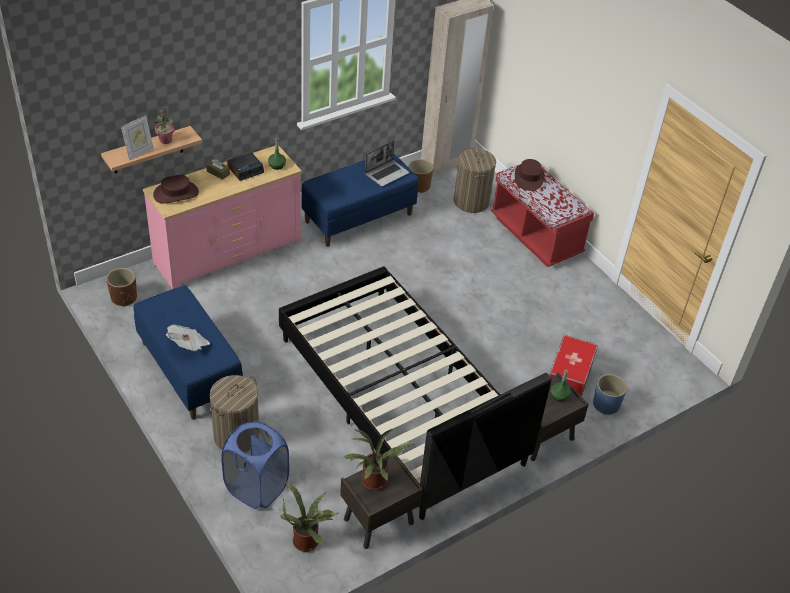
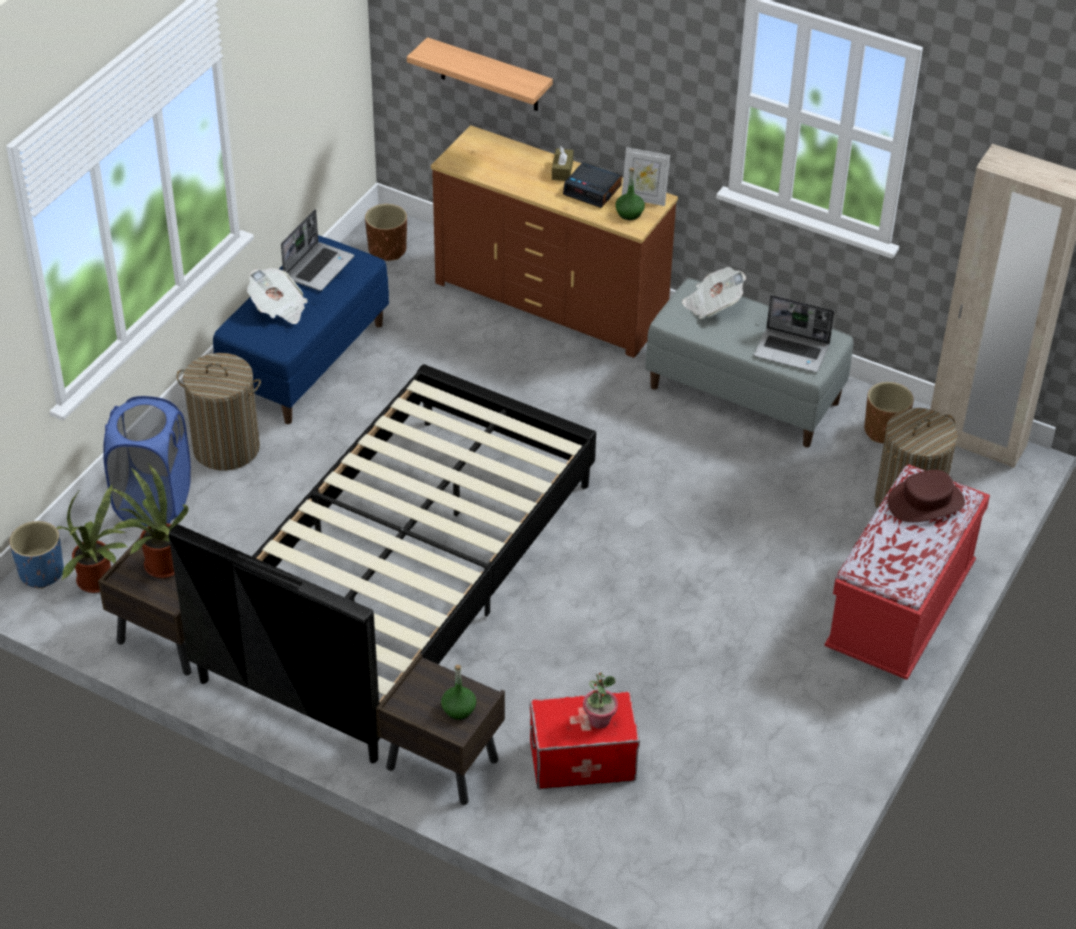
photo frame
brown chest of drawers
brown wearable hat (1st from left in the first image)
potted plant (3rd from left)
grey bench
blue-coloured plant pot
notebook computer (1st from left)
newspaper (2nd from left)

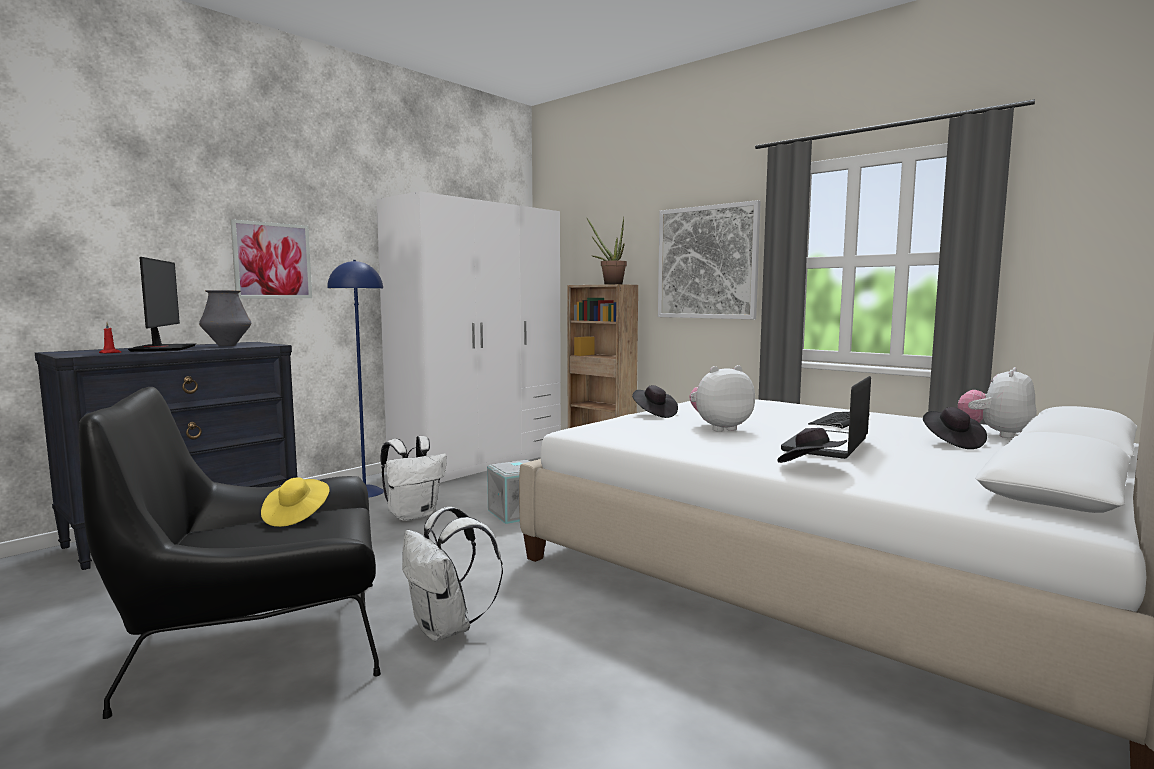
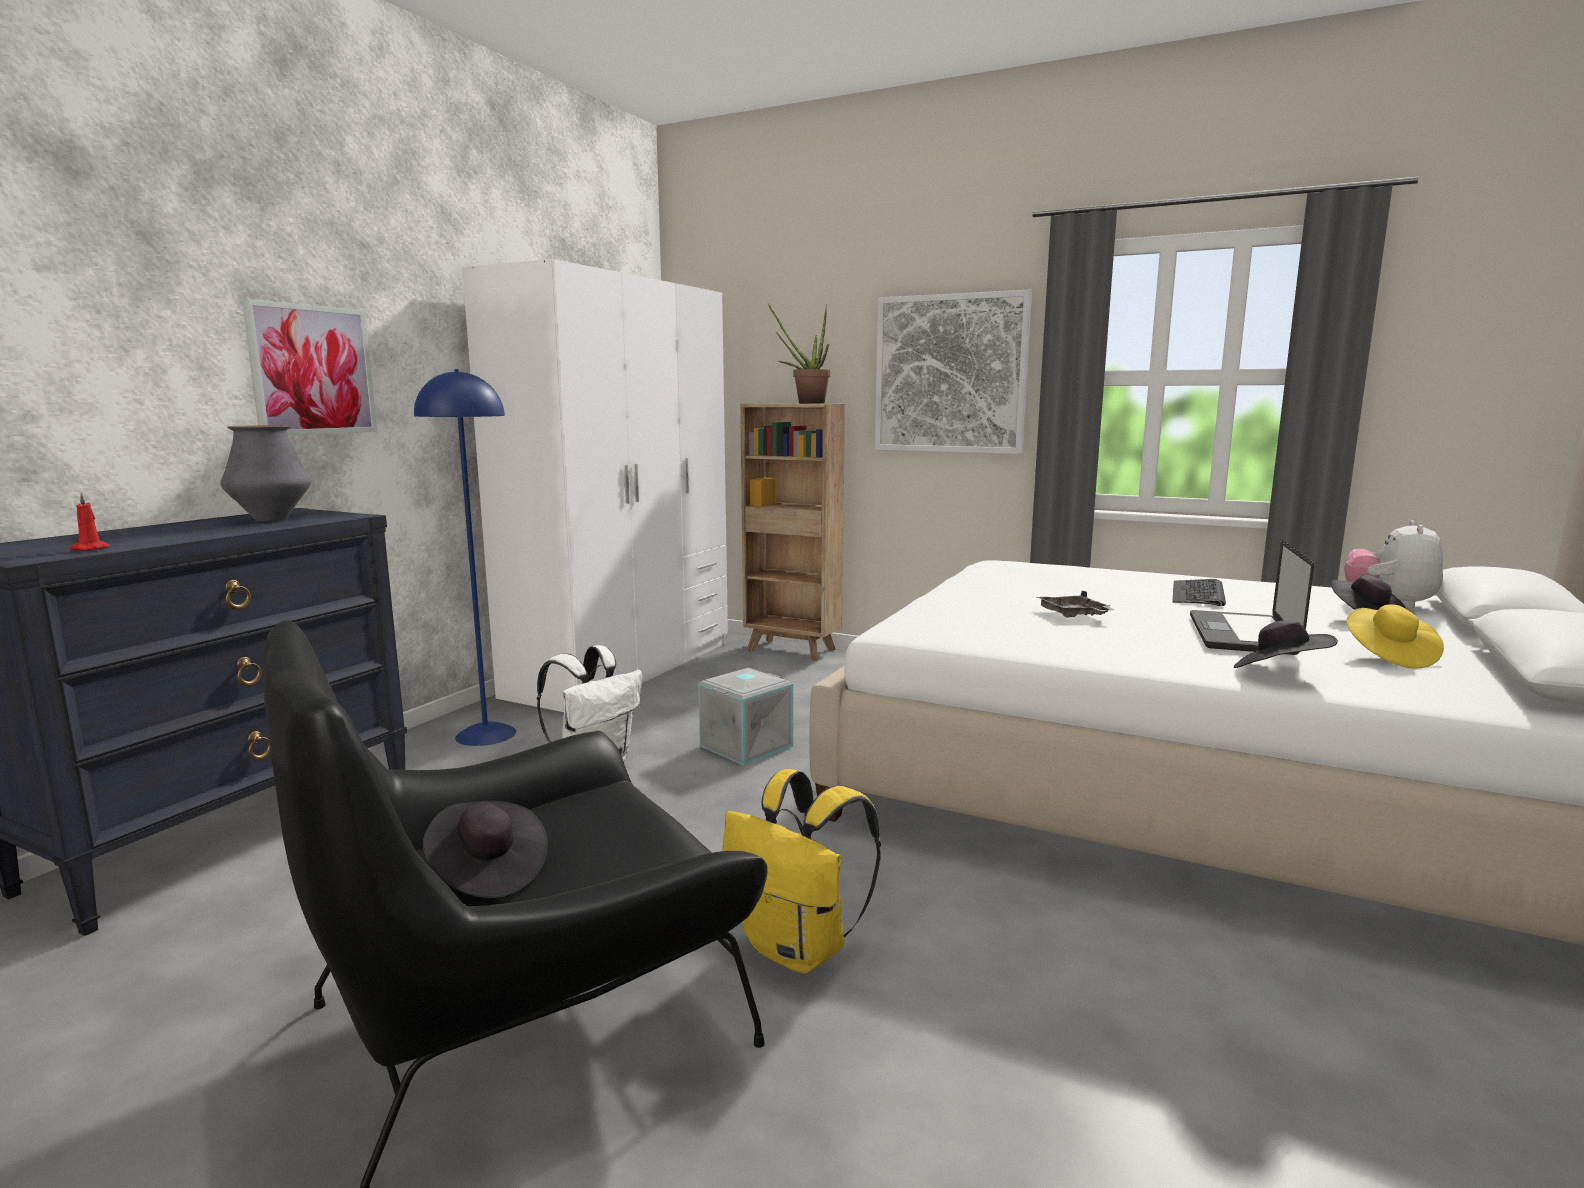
computer screen
yellowish wearable hat
yellowish rucksack
black-coloured wearable hat (1st from left)
grey tray

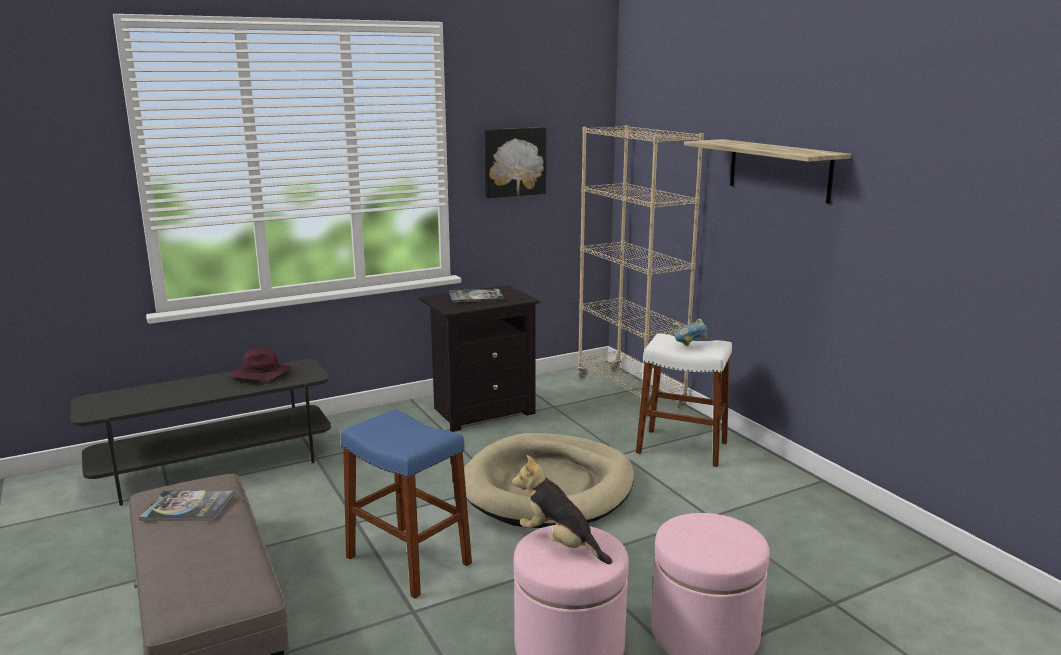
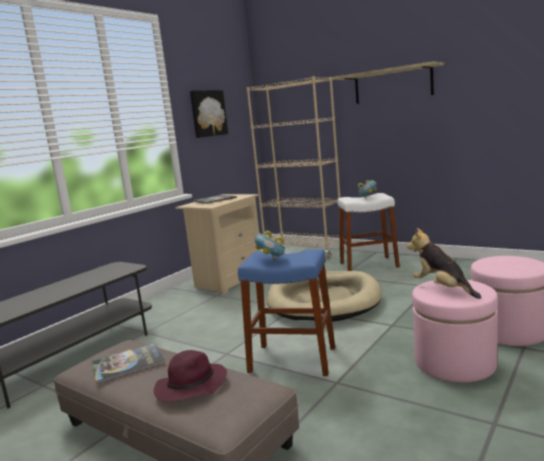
purplish wearable hat
sand-coloured night table
plush toy
deep dish (1st from left)

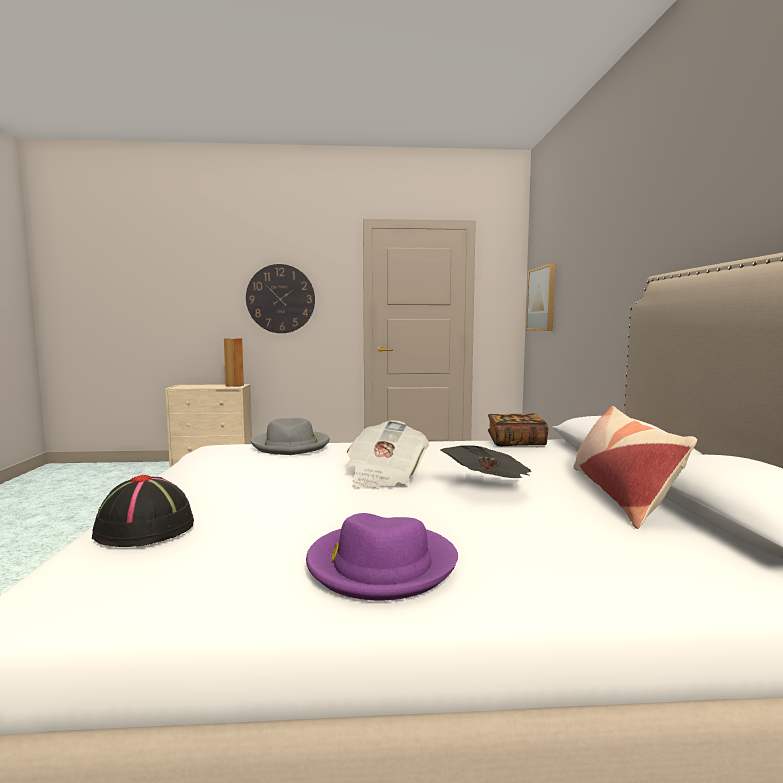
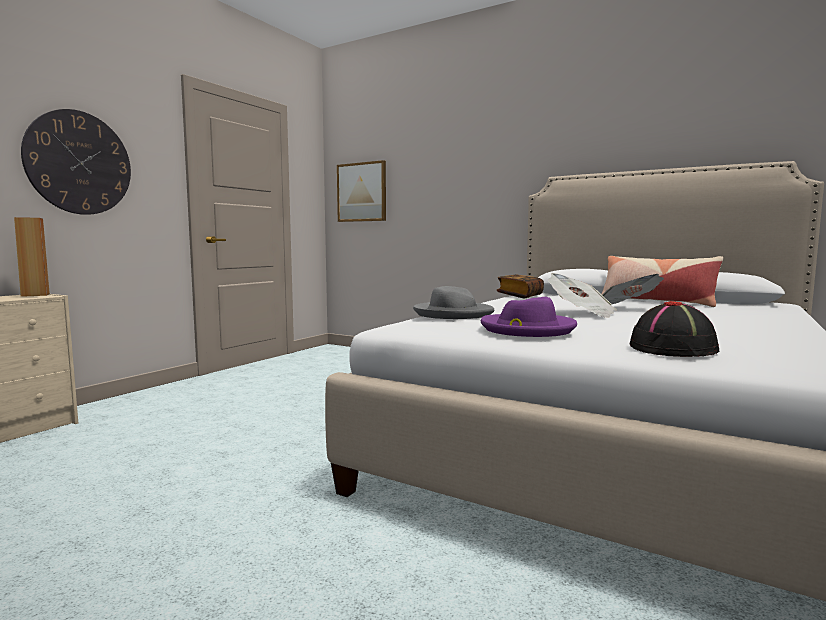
purplish wearable hat

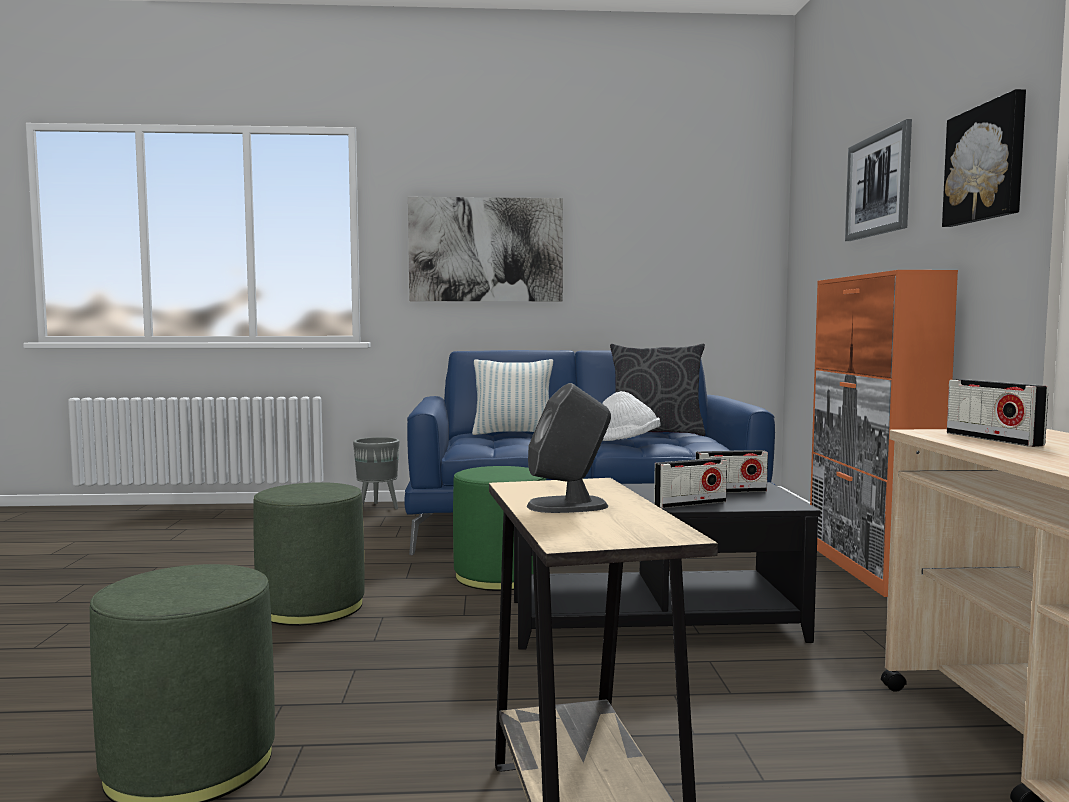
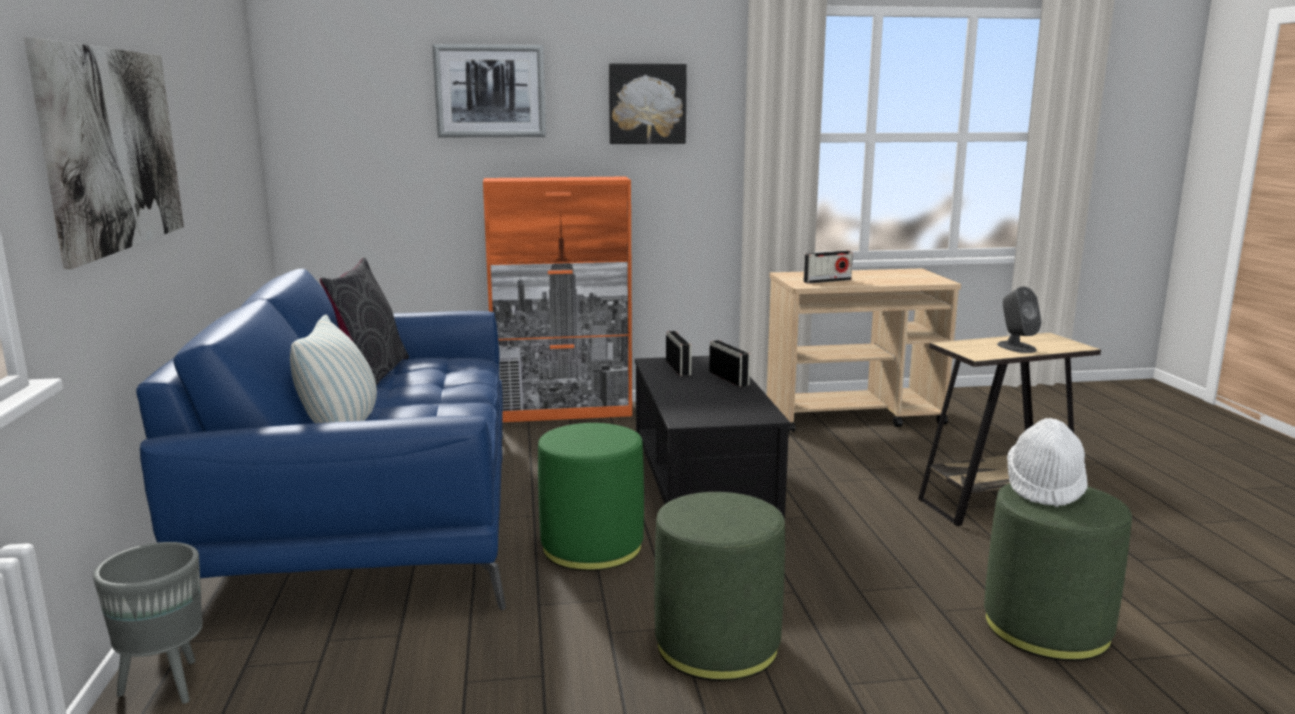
whitish wearable hat

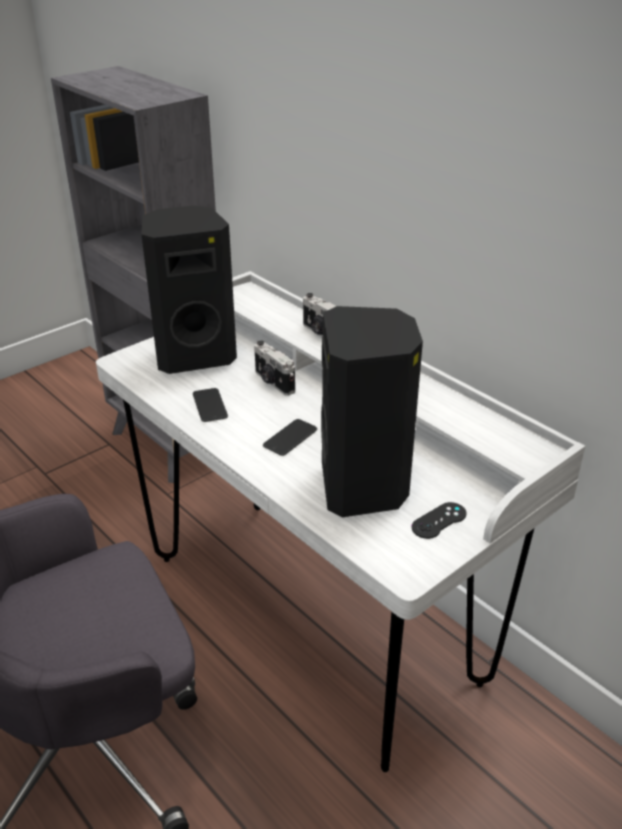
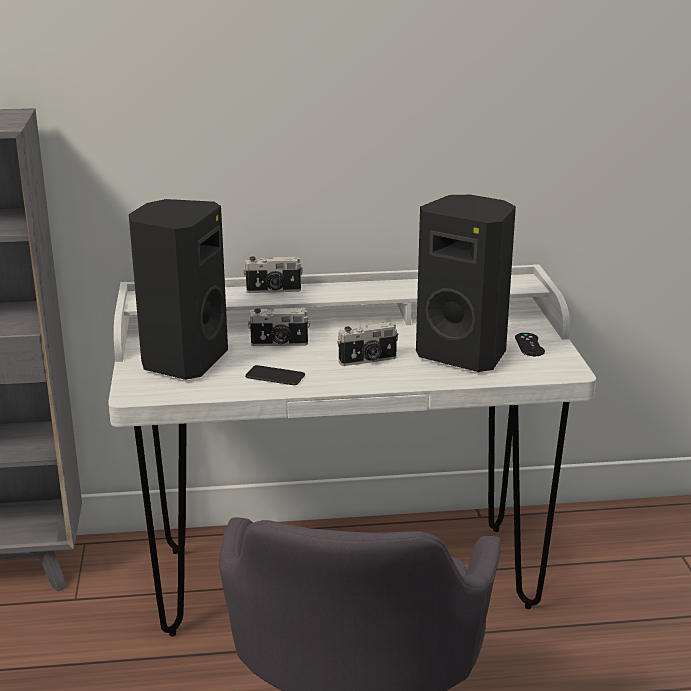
still camera (3rd from left)

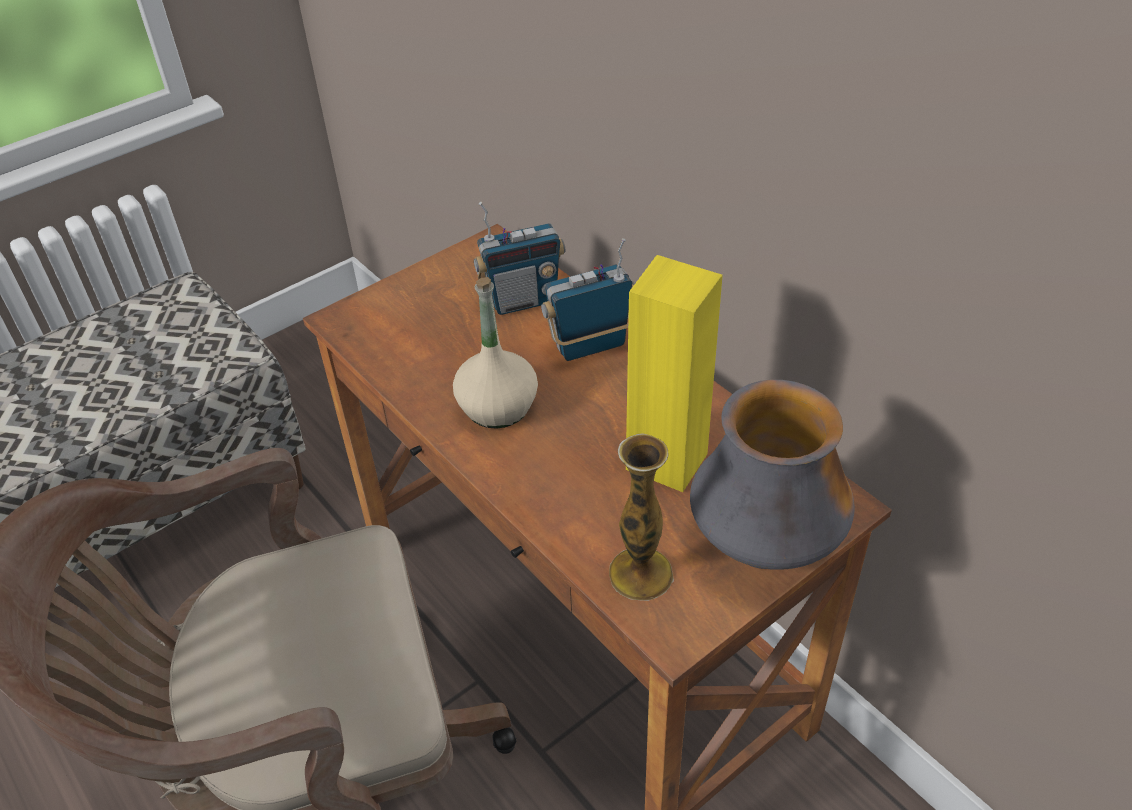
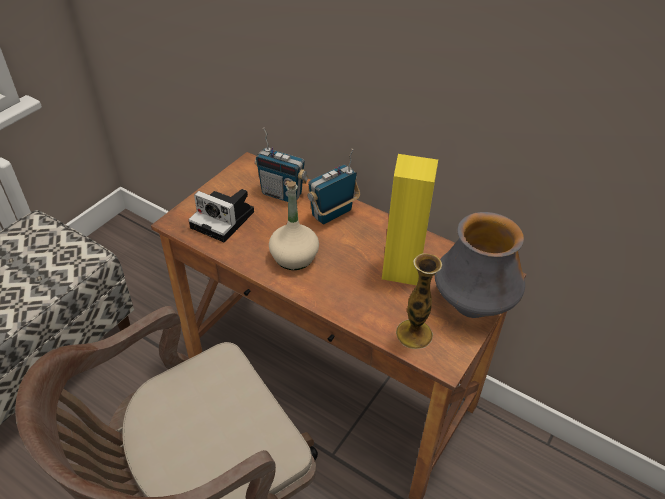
radio set (1st from left)
still camera

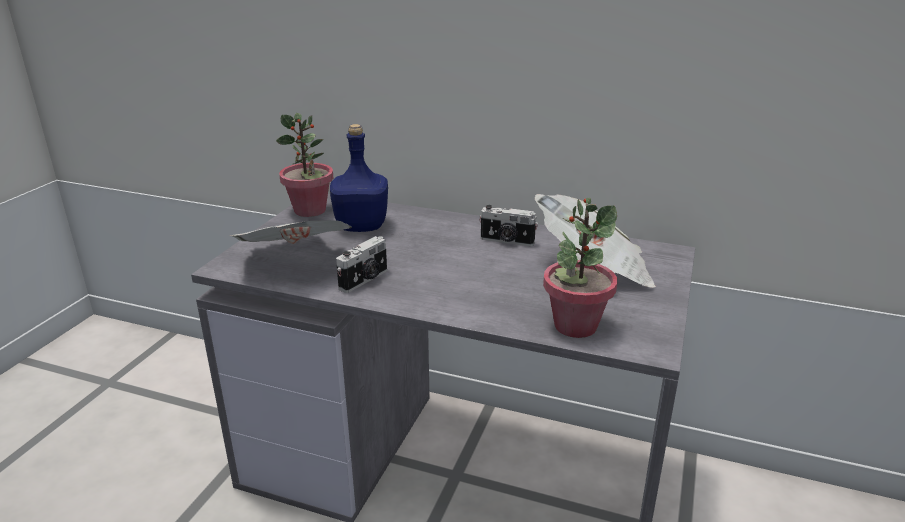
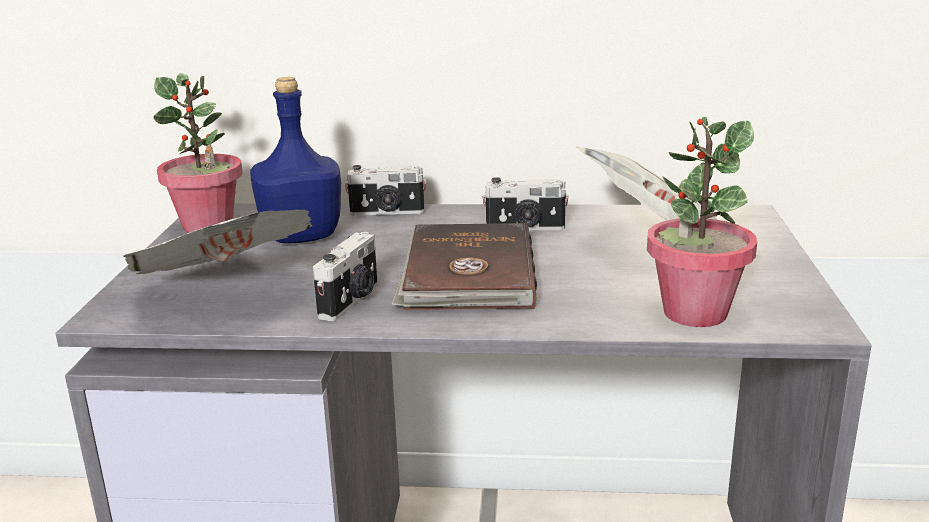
still camera (2nd from left)
brown volume

